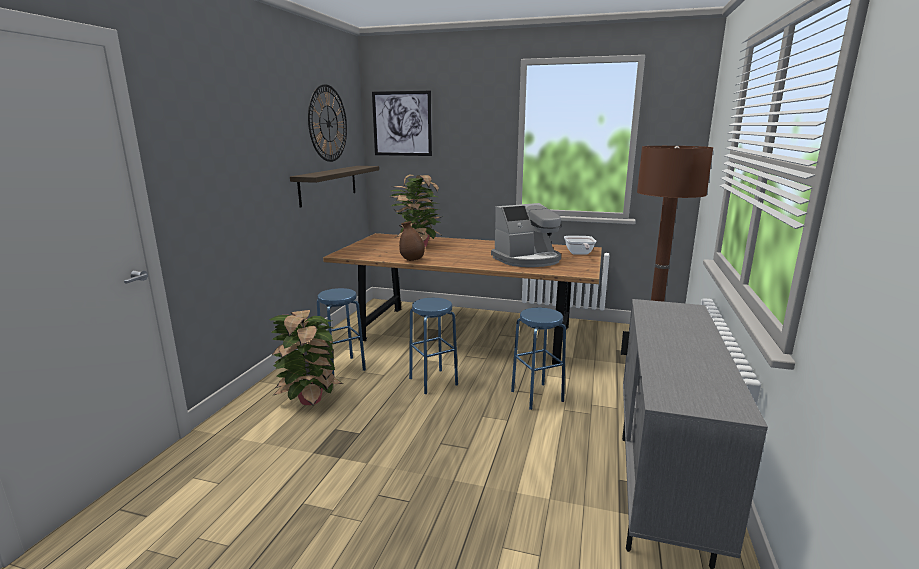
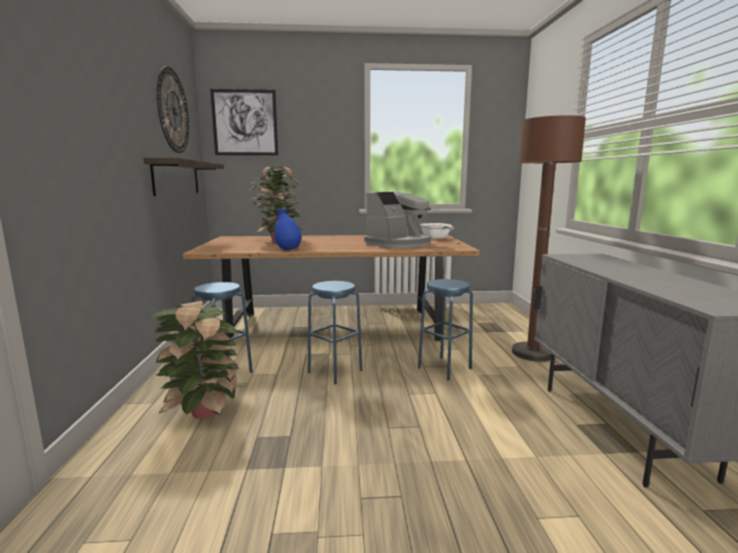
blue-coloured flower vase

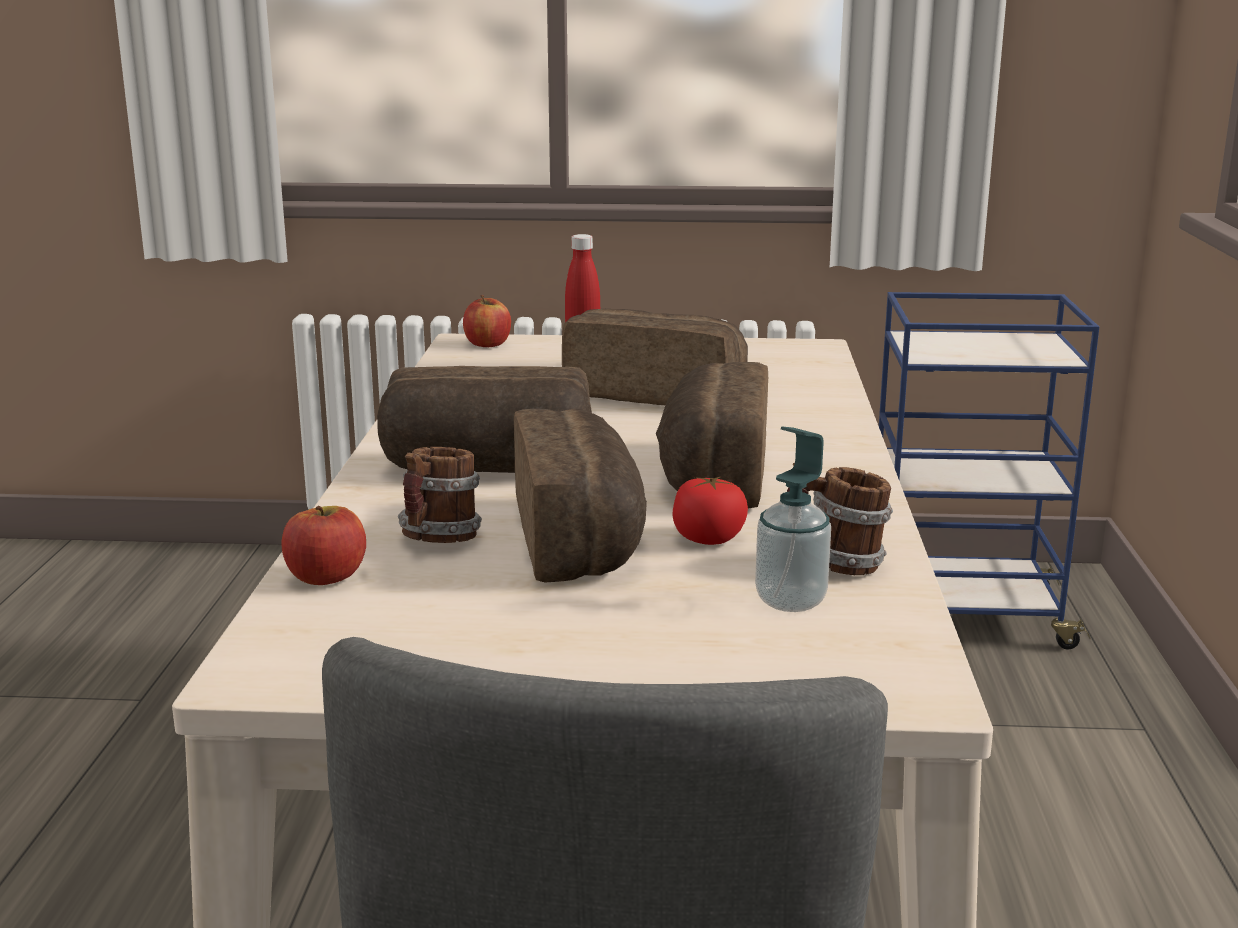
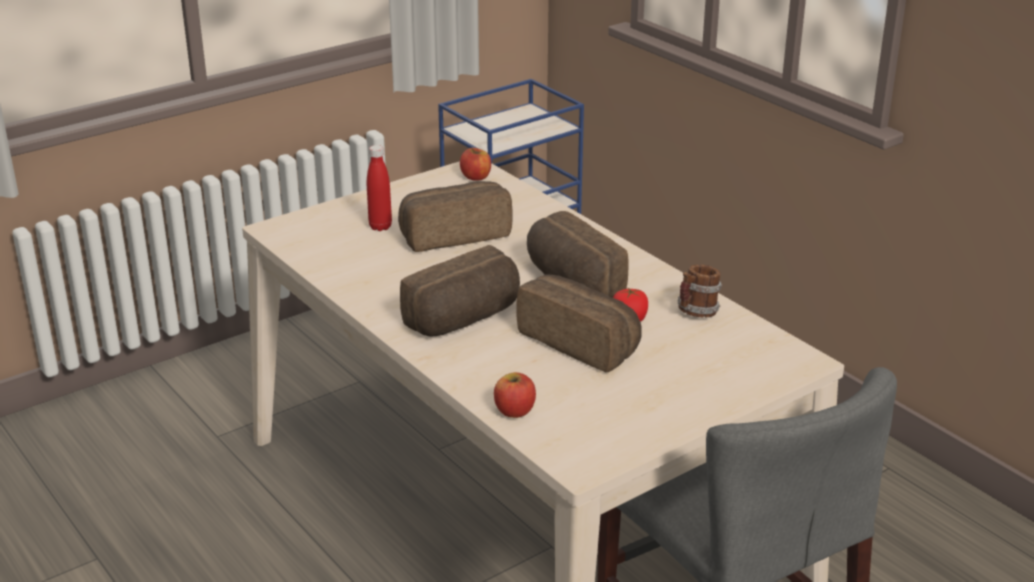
tea mug (1st from left in the first image)
apple fruit (1st from left)
soap bottle

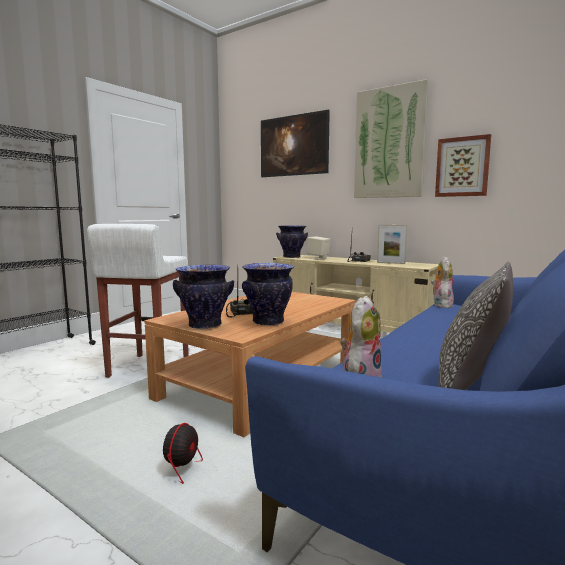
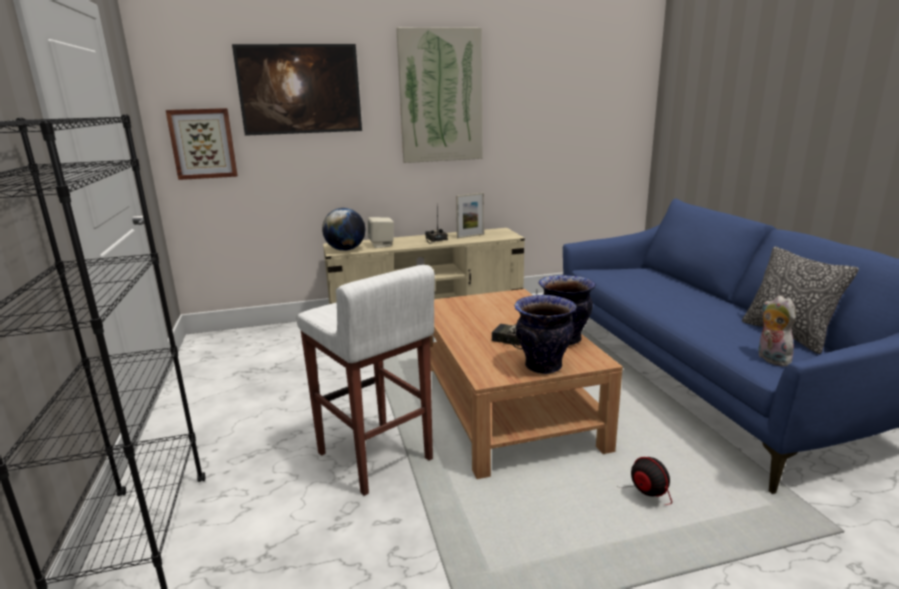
world globe
plush toy (2nd from left in the first image)
picture (1st from left)

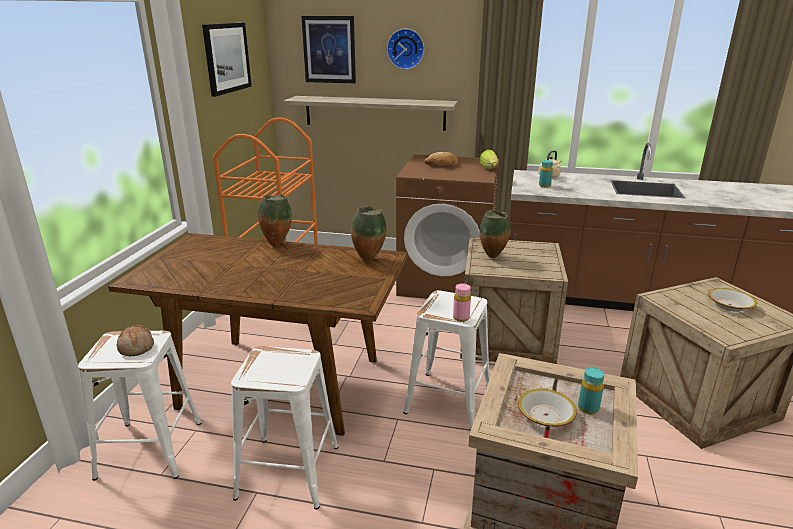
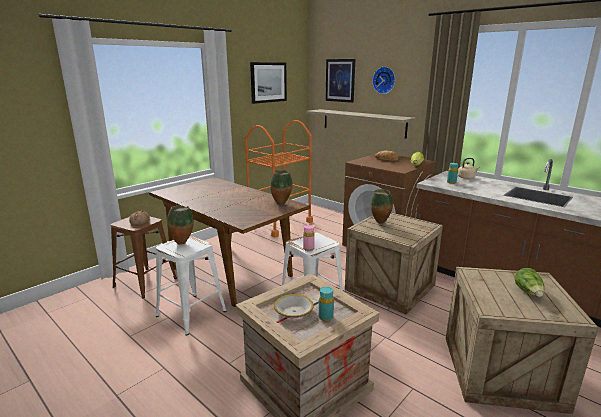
brown stool
flower vase (1st from left)
lettuce head (2nd from left)

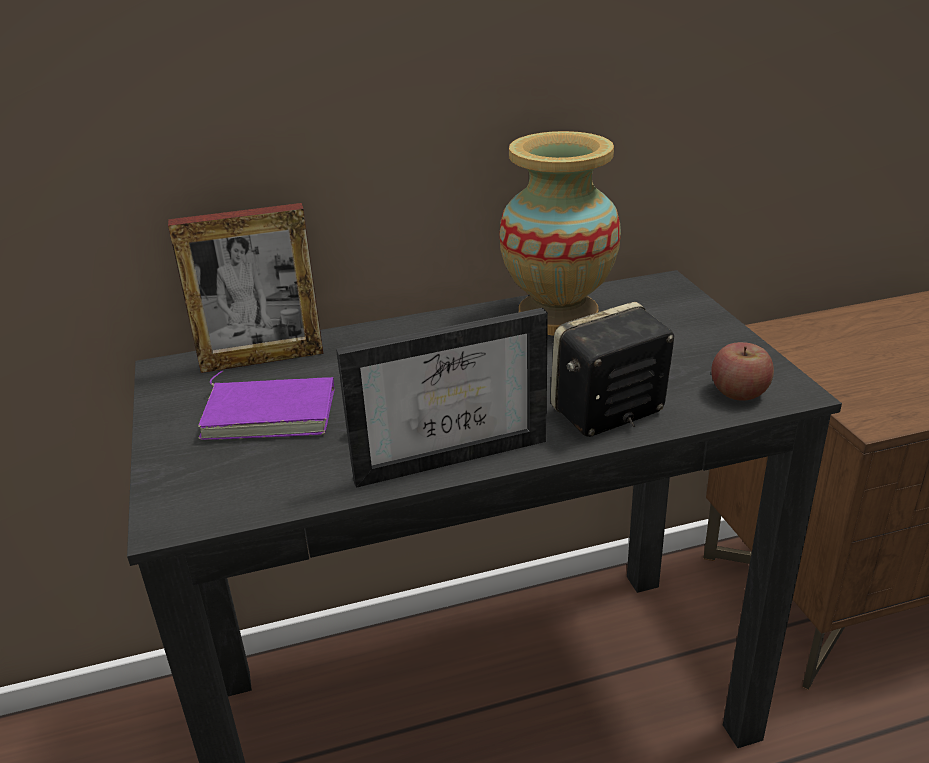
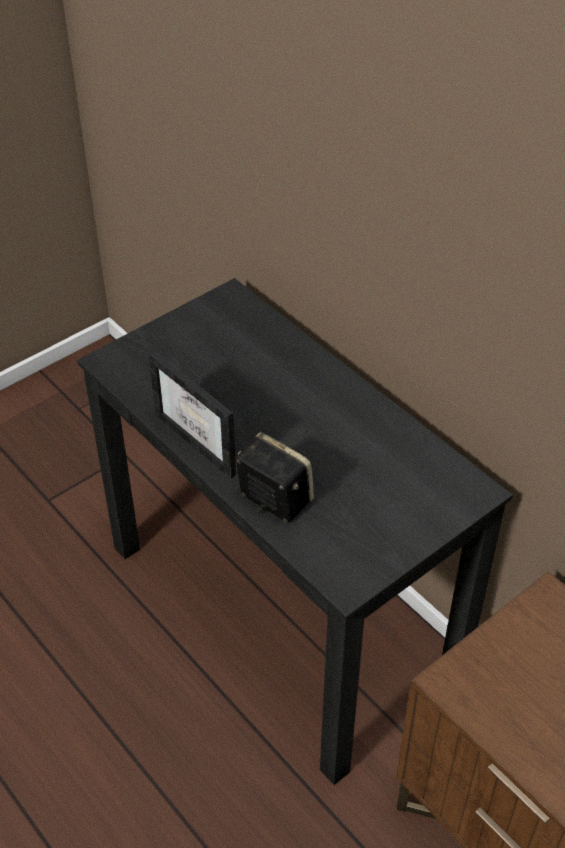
photo frame (1st from left in the first image)
purplish volume
flower vase
apple fruit

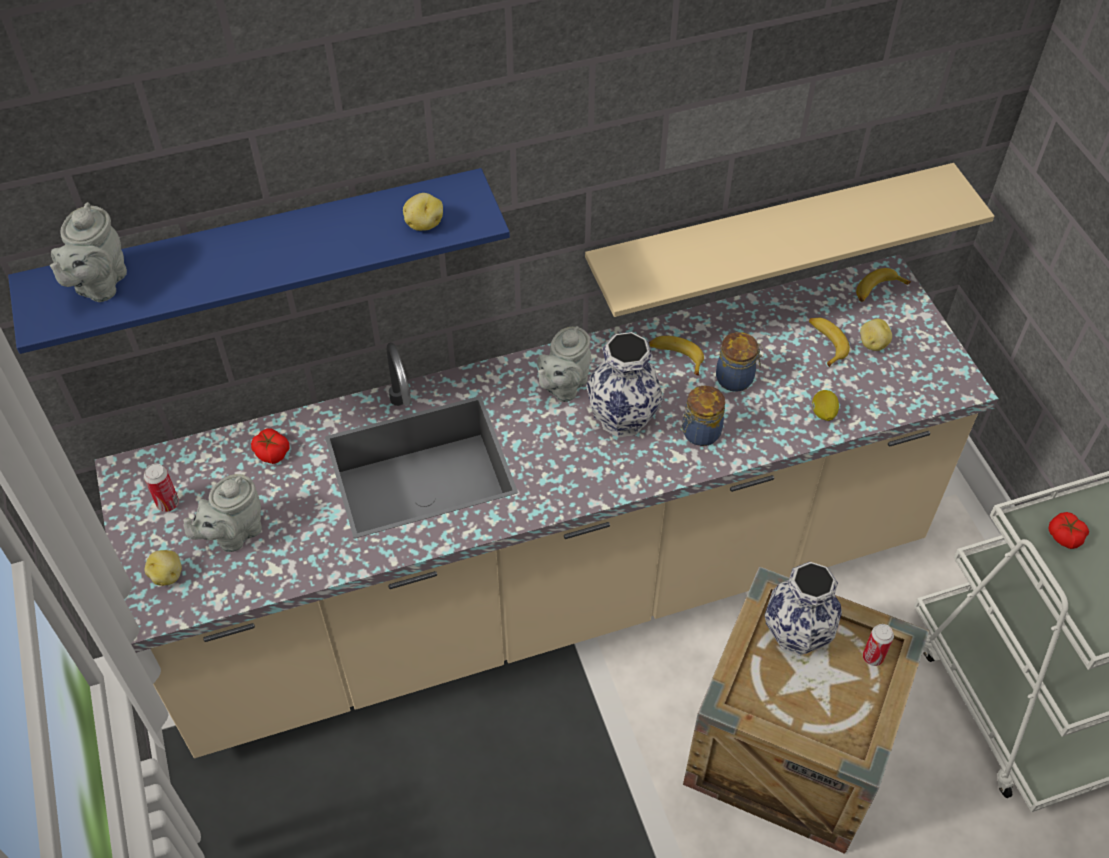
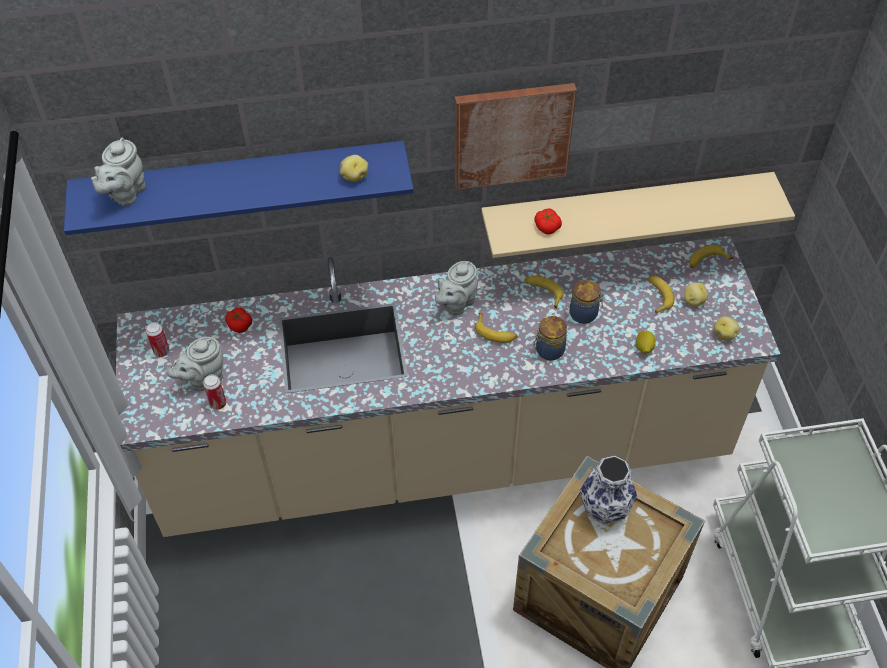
whole potato (3rd from left)
banana (1st from left)
sealed can (2nd from left)
fresh tomato (2nd from left)
picture

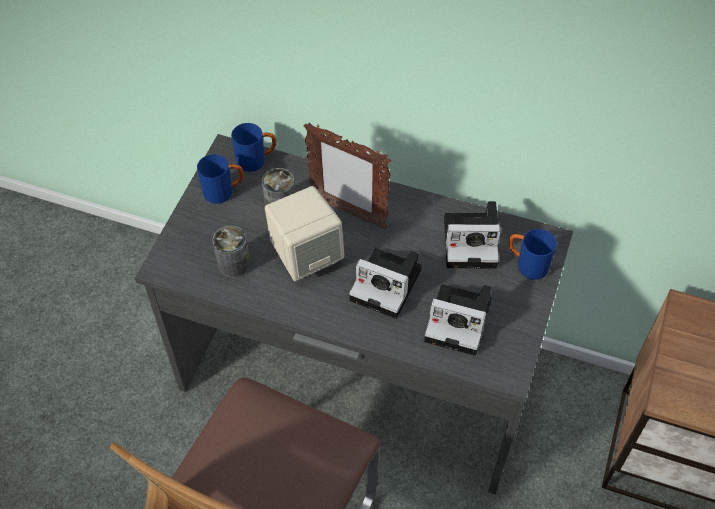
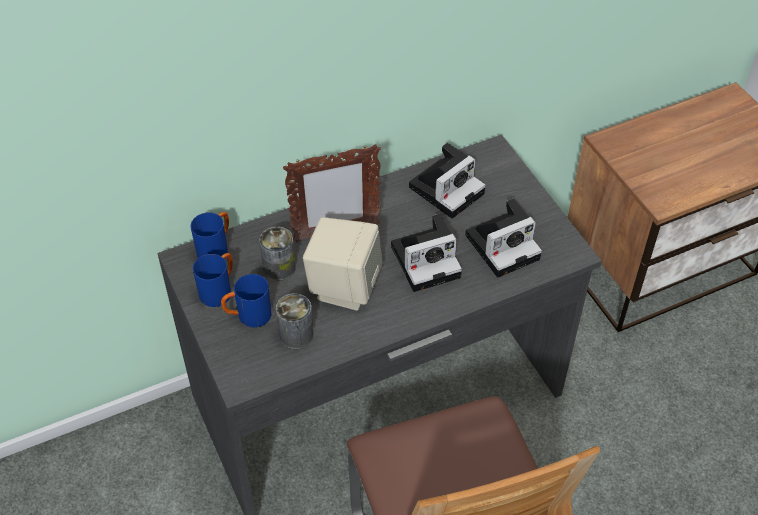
blue-coloured tea mug (3rd from left)

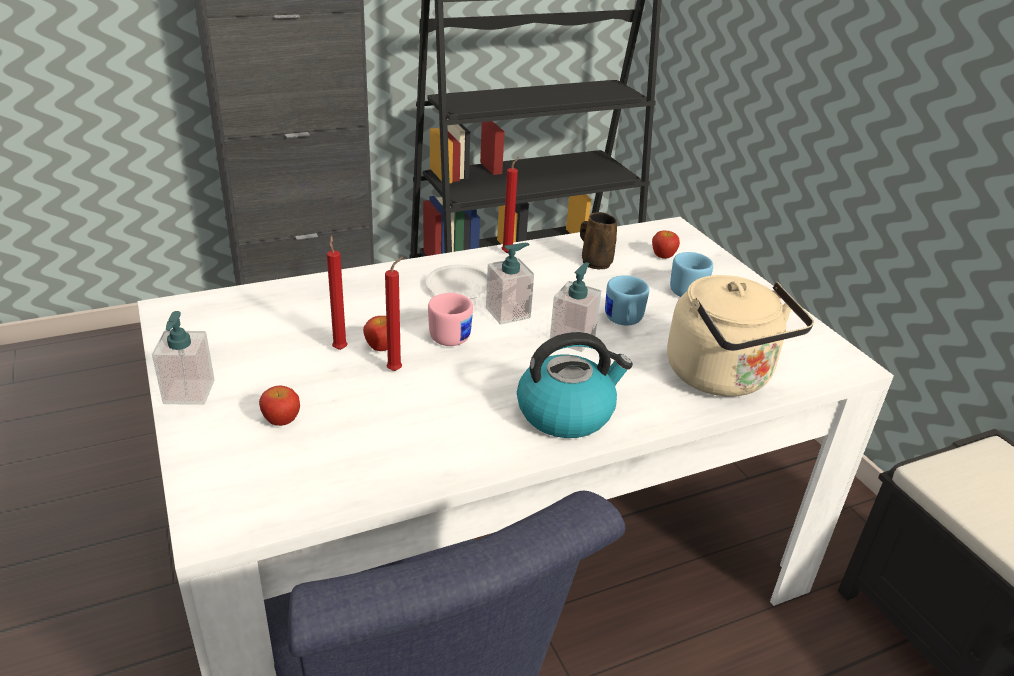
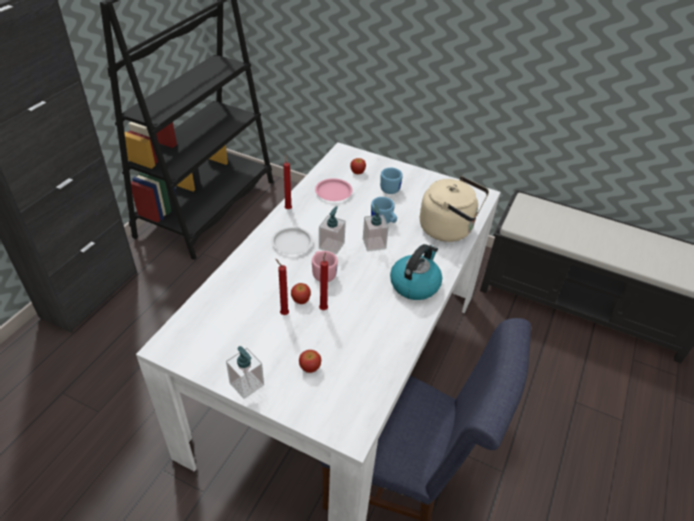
pinkish flat dish

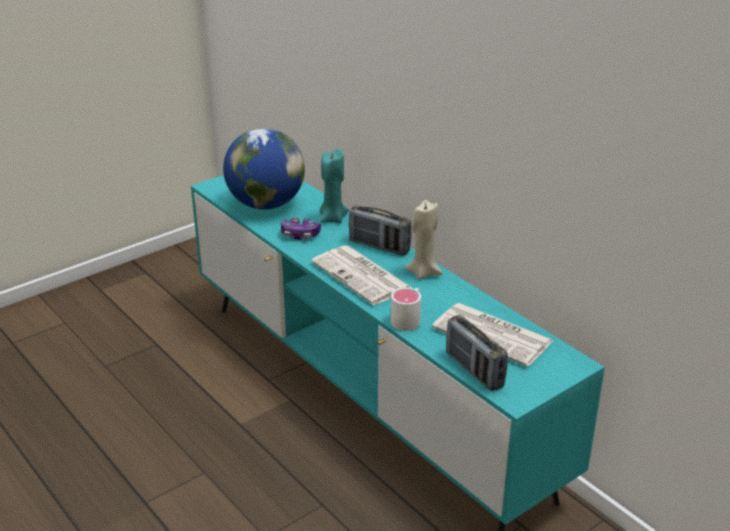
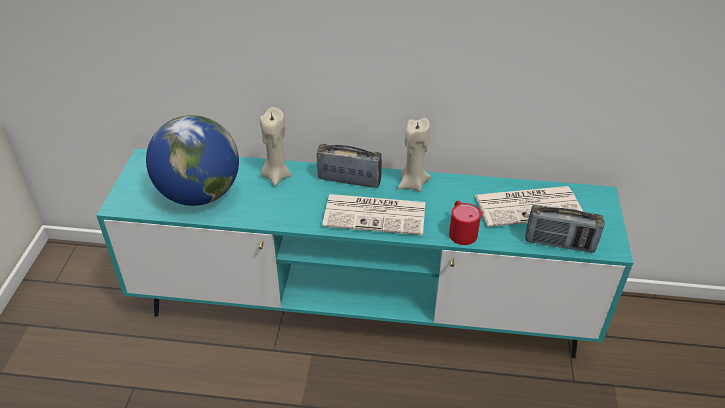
joypad
sand-coloured candle (1st from left)
radio set (1st from left)
red tea mug

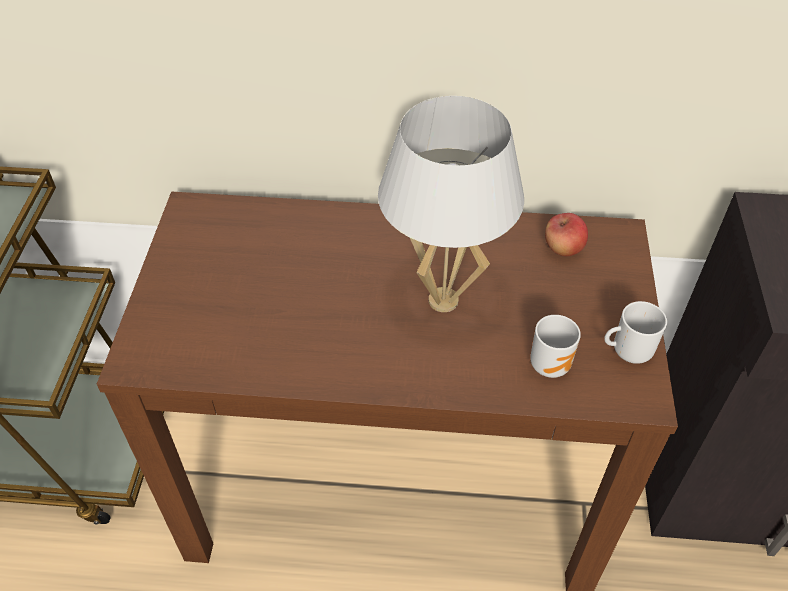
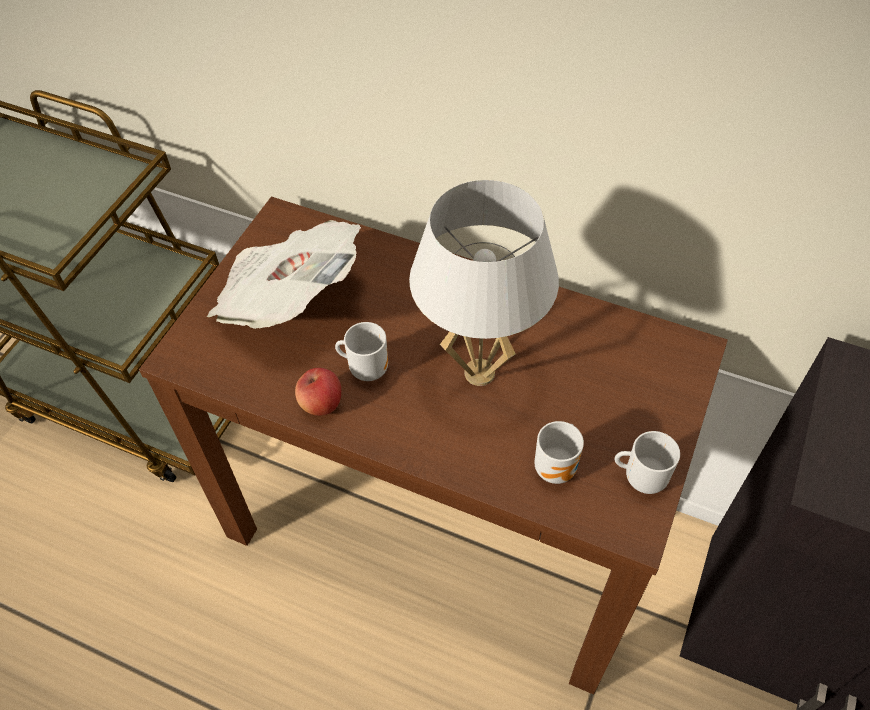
apple fruit
newspaper
tea mug (1st from left)

